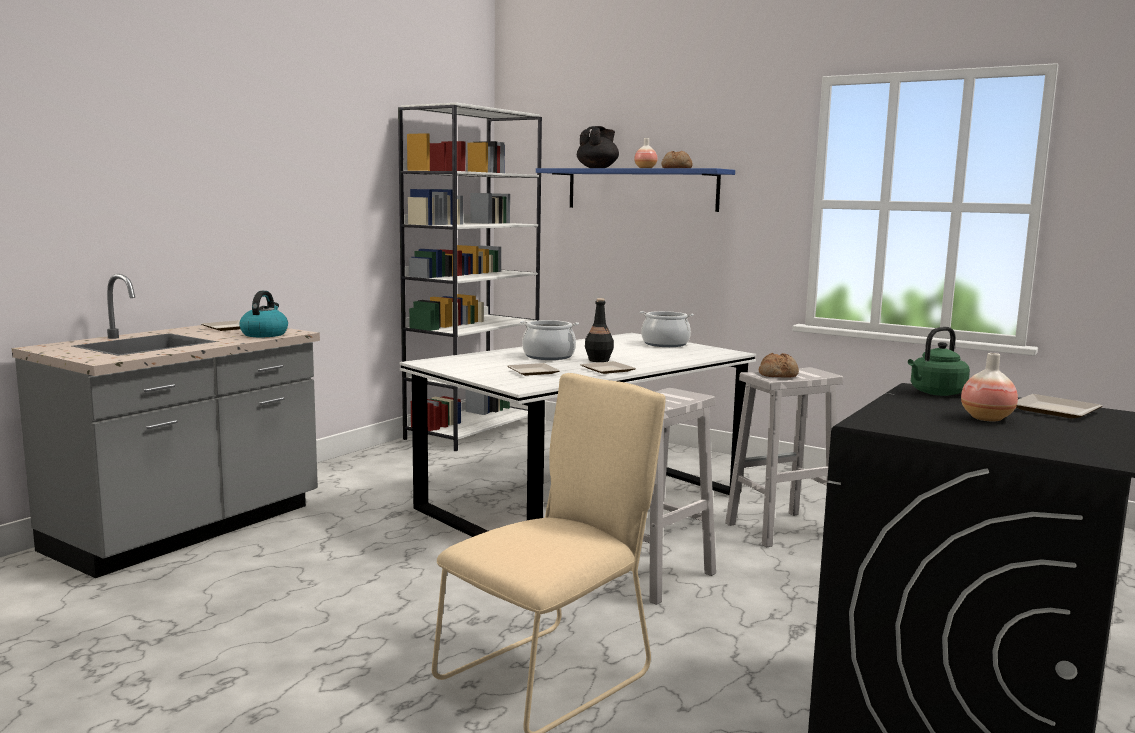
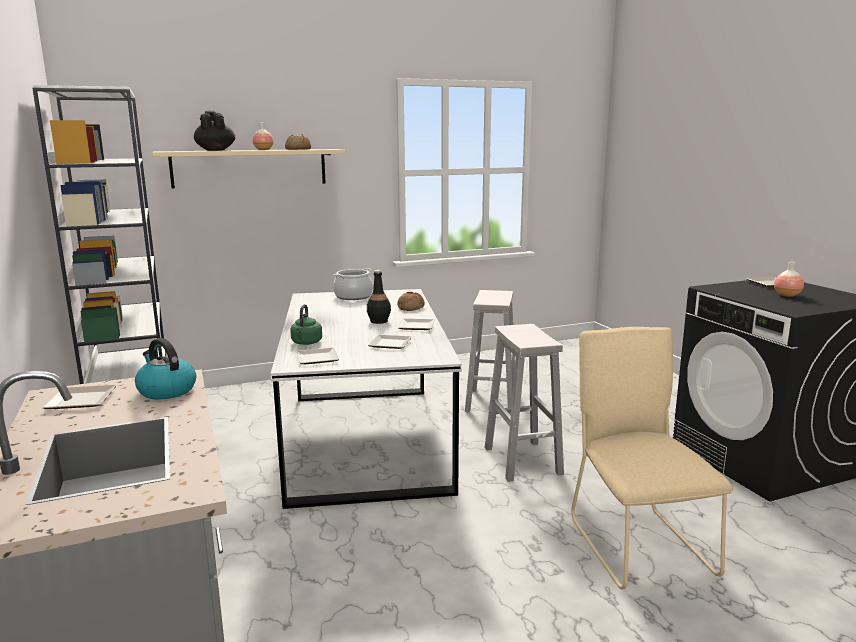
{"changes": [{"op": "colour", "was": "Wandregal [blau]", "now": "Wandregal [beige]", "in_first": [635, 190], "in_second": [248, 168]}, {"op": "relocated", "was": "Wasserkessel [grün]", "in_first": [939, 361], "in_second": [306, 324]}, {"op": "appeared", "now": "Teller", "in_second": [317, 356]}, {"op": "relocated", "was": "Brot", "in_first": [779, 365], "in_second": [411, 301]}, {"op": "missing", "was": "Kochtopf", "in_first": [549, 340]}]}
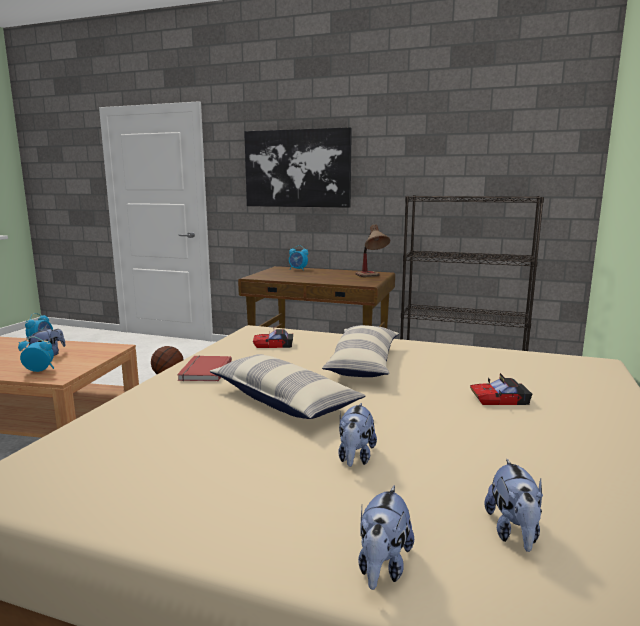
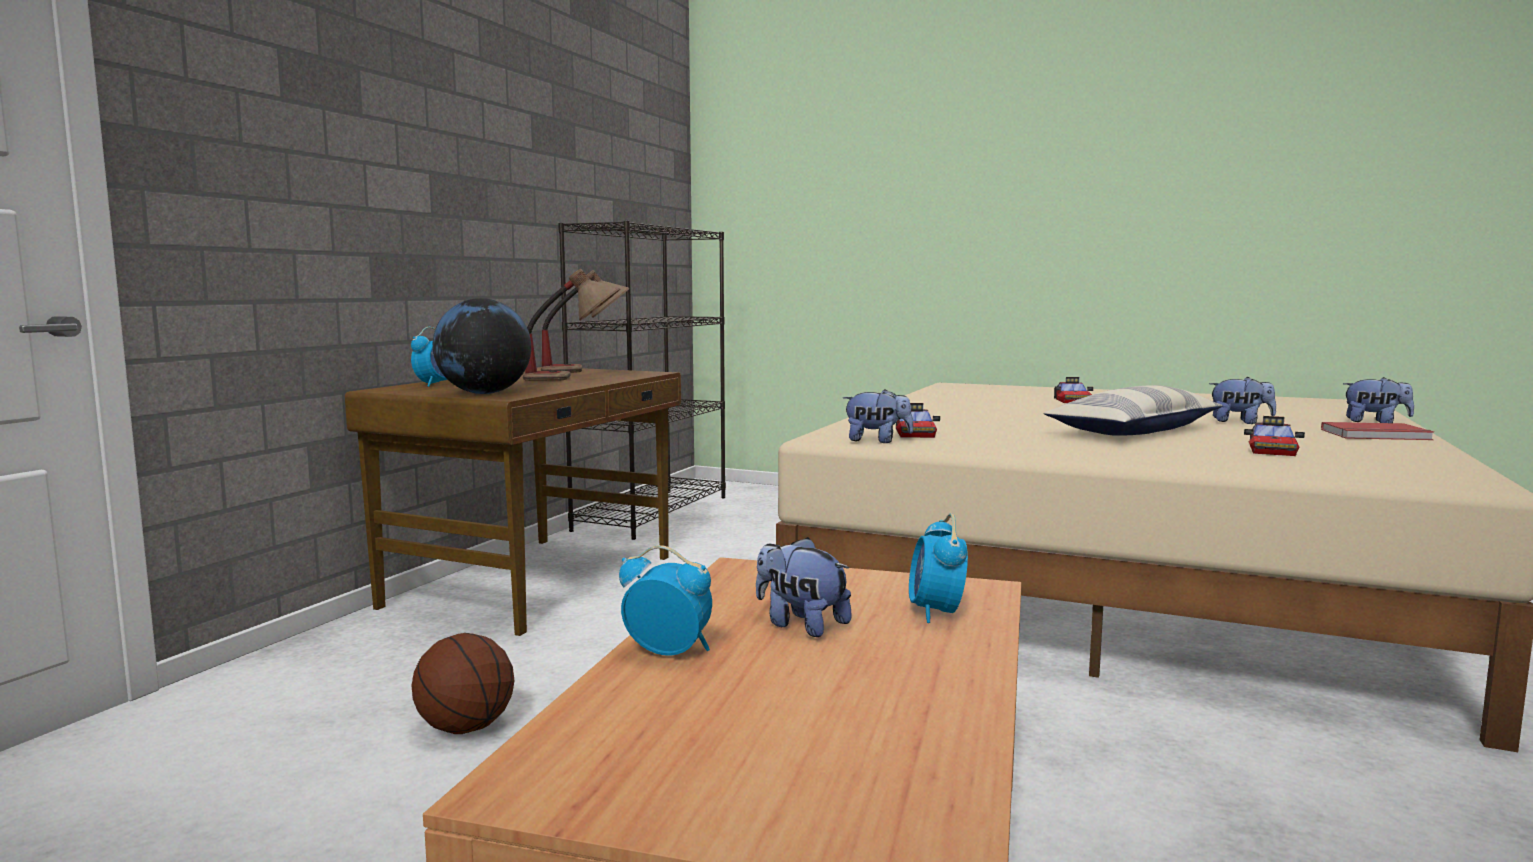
{"changes": [{"op": "appeared", "now": "Globus", "in_second": [482, 346]}, {"op": "appeared", "now": "Tischlampe", "in_second": [571, 325]}, {"op": "relocated", "was": "Plüschtier", "in_first": [513, 505], "in_second": [878, 416]}, {"op": "appeared", "now": "Spielzeugauto", "in_second": [1274, 436]}, {"op": "relocated", "was": "Buch [rot]", "in_first": [204, 368], "in_second": [1377, 431]}, {"op": "missing", "was": "Bild", "in_first": [298, 167]}, {"op": "missing", "was": "Kissen", "in_first": [360, 351]}]}
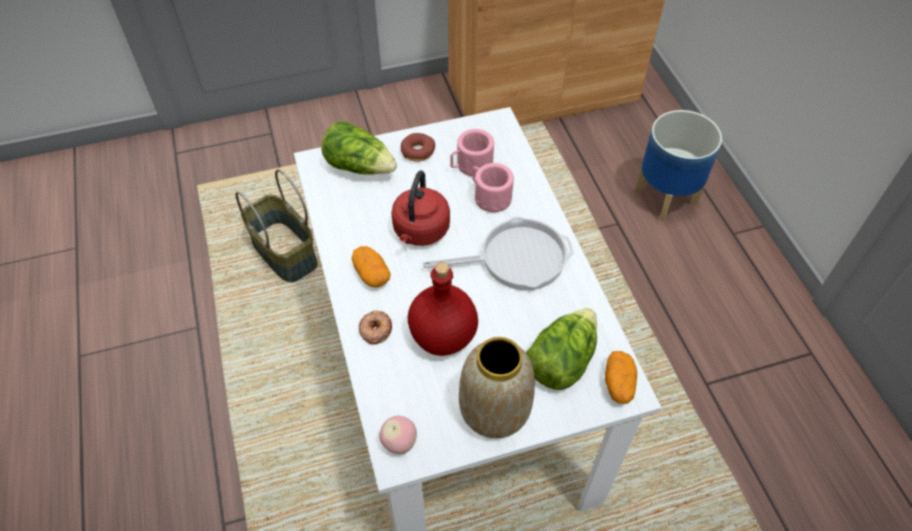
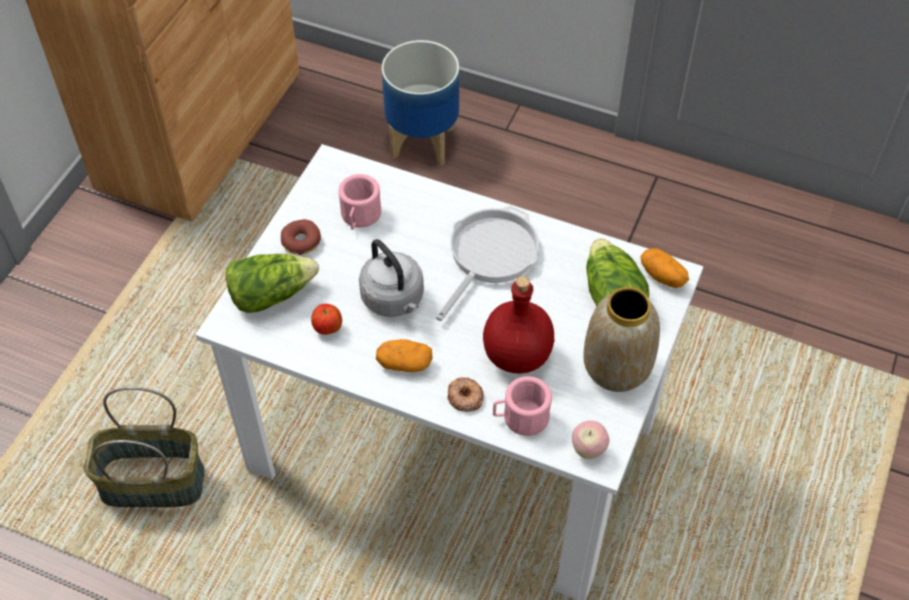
{"changes": [{"op": "appeared", "now": "Apfel", "in_second": [326, 319]}, {"op": "colour", "was": "Wasserkessel [rot]", "now": "Wasserkessel [grau]", "in_first": [420, 208], "in_second": [391, 278]}, {"op": "relocated", "was": "Henkelbecher [rosa]", "in_first": [493, 187], "in_second": [522, 406]}]}
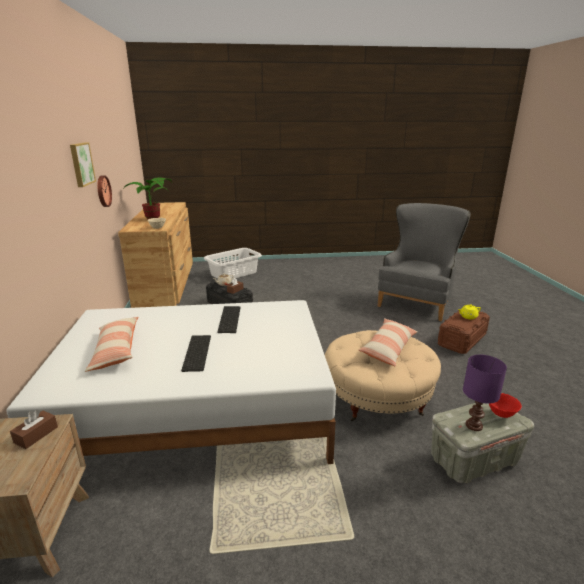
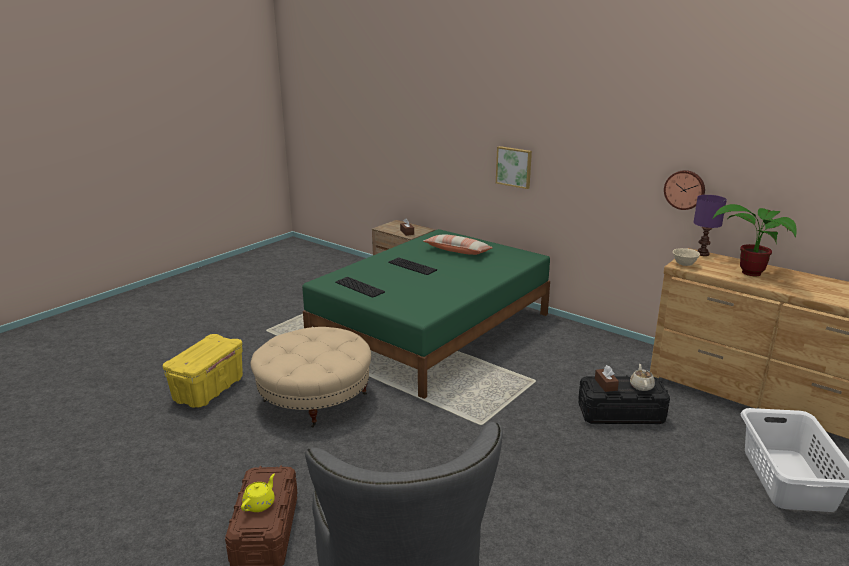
{"changes": [{"op": "colour", "was": "Aufbewahrungsbox [grau]", "now": "Aufbewahrungsbox [gelb]", "in_first": [482, 443], "in_second": [203, 371]}, {"op": "colour", "was": "Bett [weiß]", "now": "Bett [grün]", "in_first": [171, 382], "in_second": [426, 314]}, {"op": "relocated", "was": "Tastatur", "in_first": [229, 319], "in_second": [360, 287]}, {"op": "relocated", "was": "Bild", "in_first": [83, 164], "in_second": [514, 167]}, {"op": "relocated", "was": "Tischlampe [lila]", "in_first": [485, 393], "in_second": [710, 225]}, {"op": "missing", "was": "Kissen", "in_first": [388, 342]}, {"op": "missing", "was": "Schüssel [rot]", "in_first": [505, 405]}]}
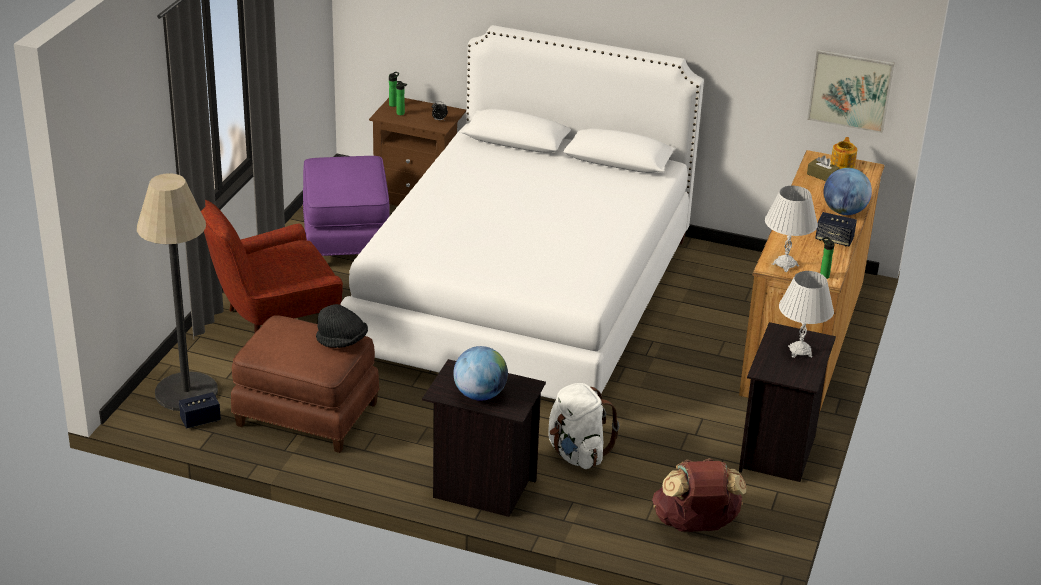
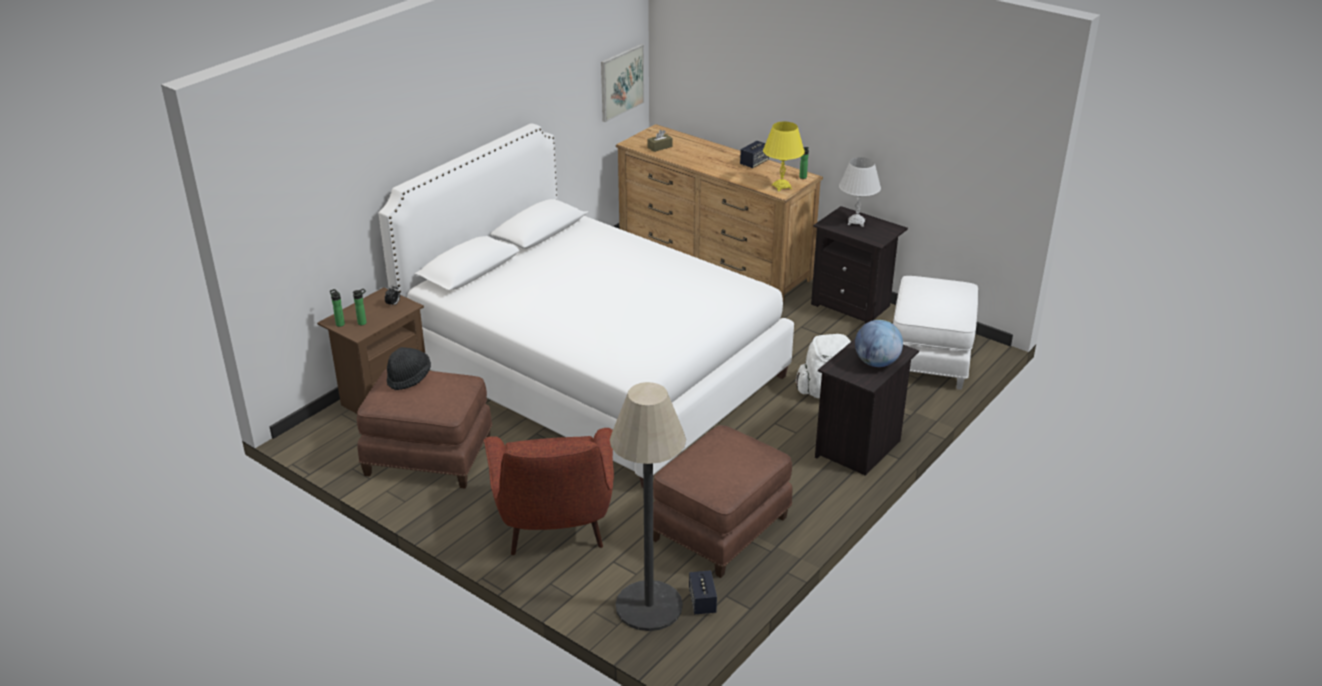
{"changes": [{"op": "colour", "was": "Polsterhocker [lila]", "now": "Polsterhocker [braun]", "in_first": [346, 206], "in_second": [425, 429]}, {"op": "relocated", "was": "Hut [schwarz]", "in_first": [342, 326], "in_second": [409, 368]}, {"op": "colour", "was": "Tischlampe [weiß]", "now": "Tischlampe [gelb]", "in_first": [791, 229], "in_second": [784, 156]}, {"op": "exchanged", "was": "Rucksack [braun]", "now": "Polsterhocker [weiß]", "in_first": [699, 495], "in_second": [935, 333]}, {"op": "missing", "was": "Globus", "in_first": [847, 191]}, {"op": "missing", "was": "Teekanne", "in_first": [843, 153]}]}
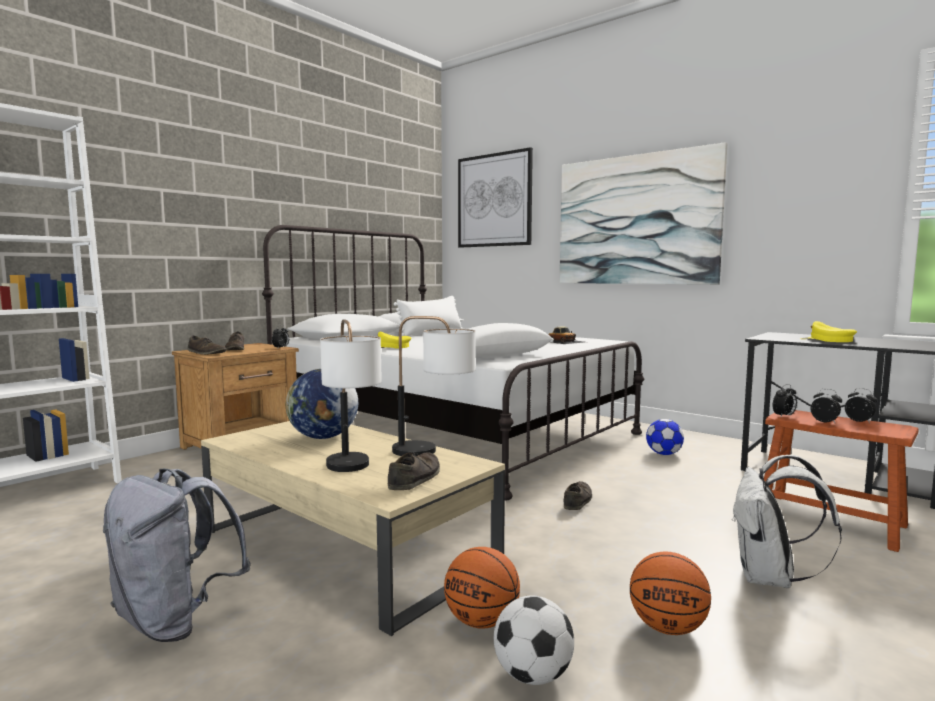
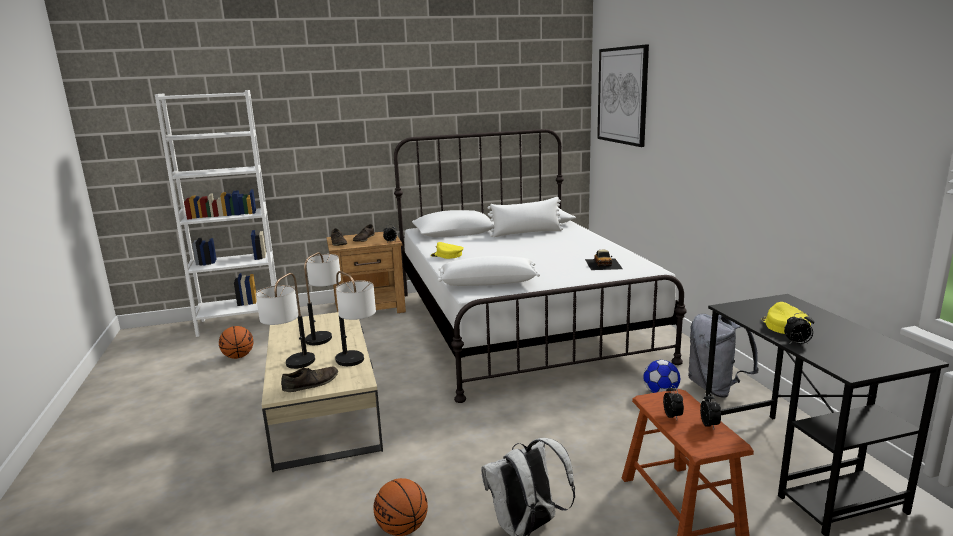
{"changes": [{"op": "relocated", "was": "Basketball", "in_first": [482, 587], "in_second": [236, 342]}, {"op": "exchanged", "was": "Globus", "now": "Tischlampe", "in_first": [322, 404], "in_second": [322, 298]}, {"op": "relocated", "was": "Rucksack [grau]", "in_first": [177, 555], "in_second": [723, 356]}, {"op": "relocated", "was": "Wecker", "in_first": [785, 401], "in_second": [799, 328]}, {"op": "missing", "was": "Fußball", "in_first": [534, 640]}, {"op": "missing", "was": "Bild", "in_first": [643, 213]}, {"op": "missing", "was": "Schuh [braun]", "in_first": [578, 495]}]}
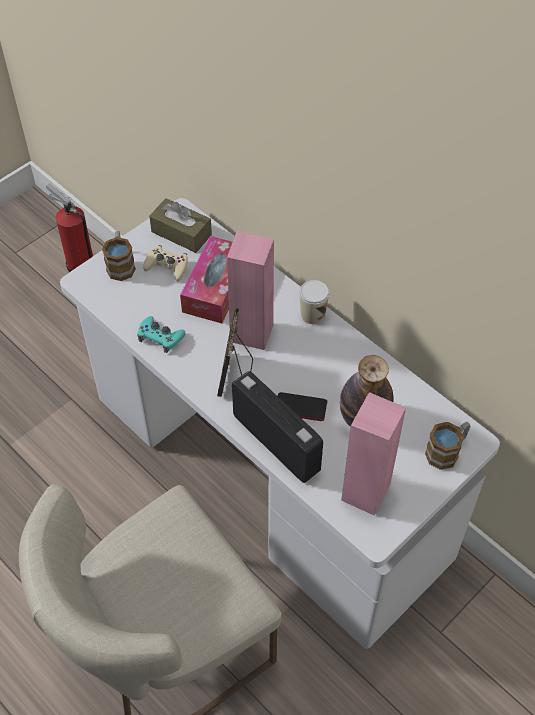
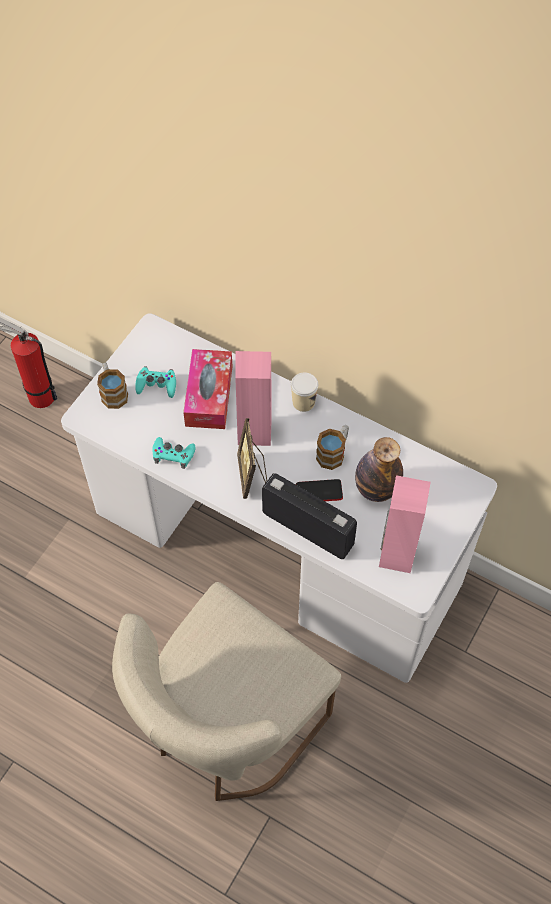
{"changes": [{"op": "colour", "was": "Gamepad [beige]", "now": "Gamepad [türkis]", "in_first": [165, 263], "in_second": [155, 382]}, {"op": "relocated", "was": "Henkelbecher", "in_first": [447, 446], "in_second": [332, 447]}, {"op": "missing", "was": "Taschentuchbox [braun]", "in_first": [180, 225]}]}
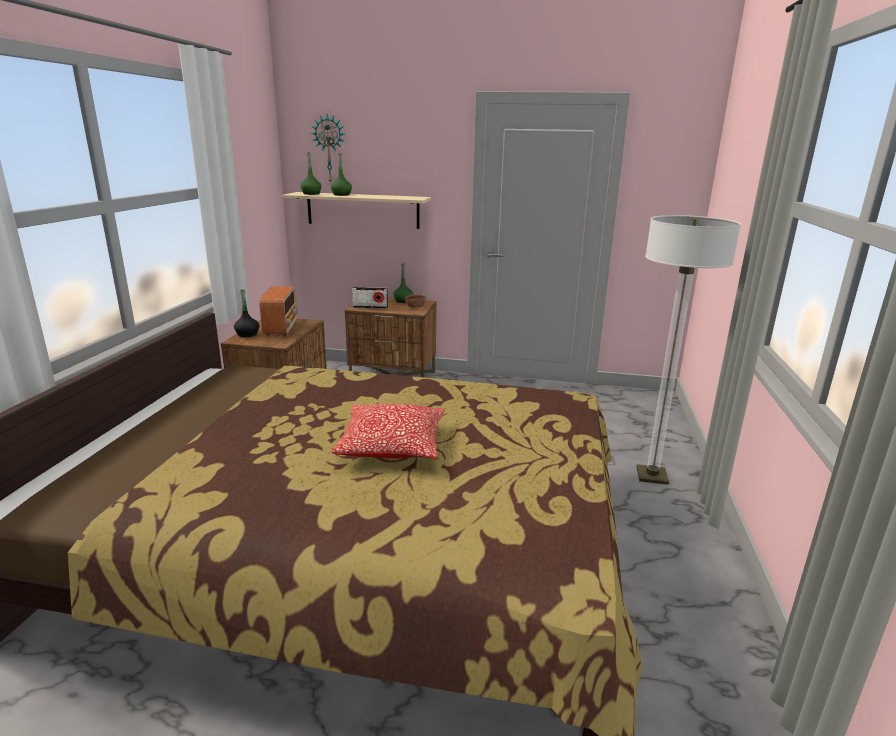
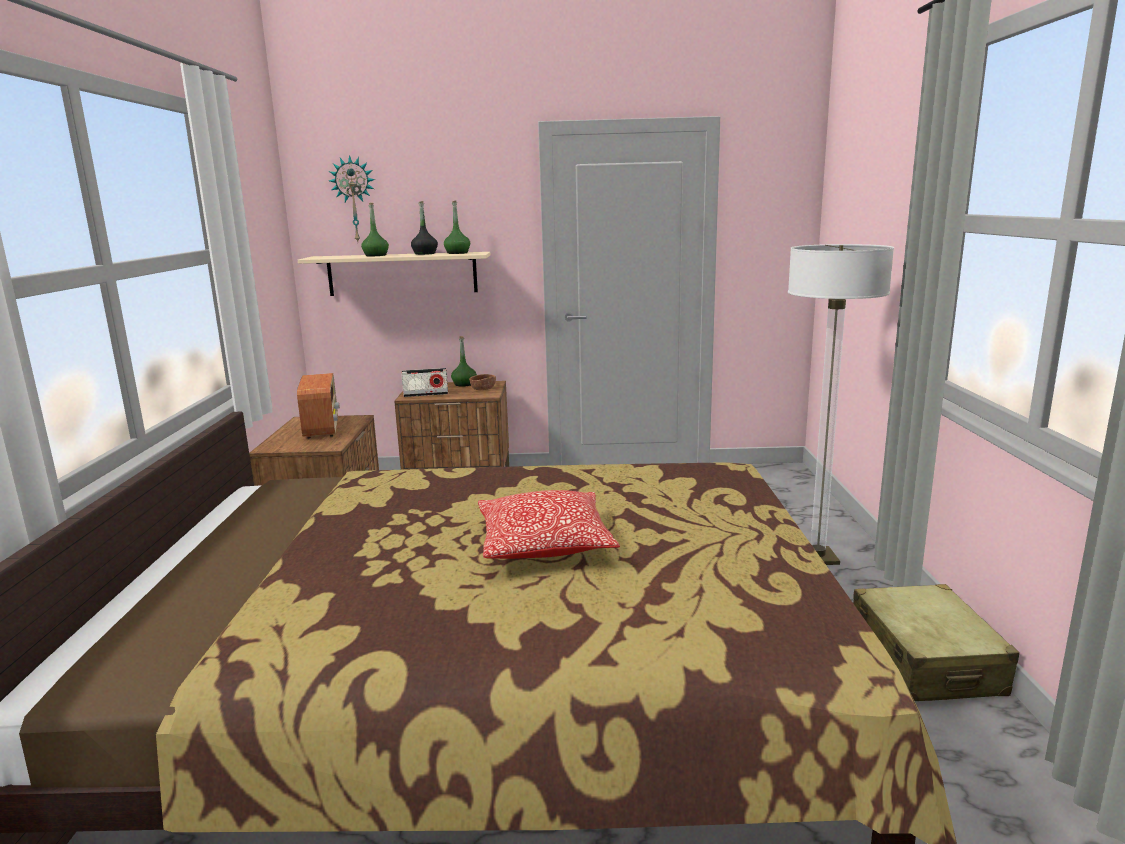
{"changes": [{"op": "relocated", "was": "Flasche [schwarz]", "in_first": [246, 313], "in_second": [424, 228]}, {"op": "relocated", "was": "Flasche [grün]", "in_first": [311, 173], "in_second": [457, 227]}, {"op": "appeared", "now": "Koffer [beige]", "in_second": [936, 642]}]}
